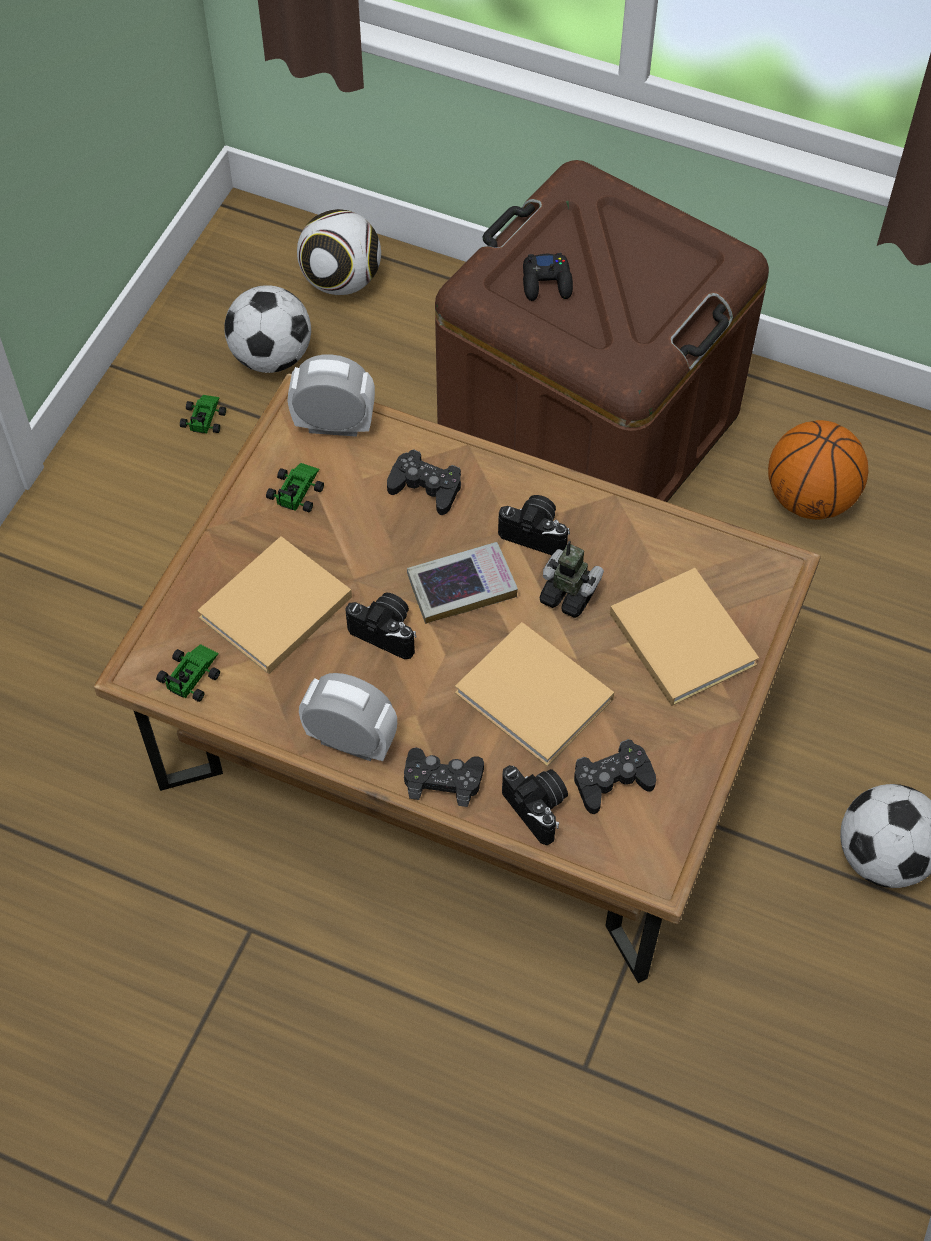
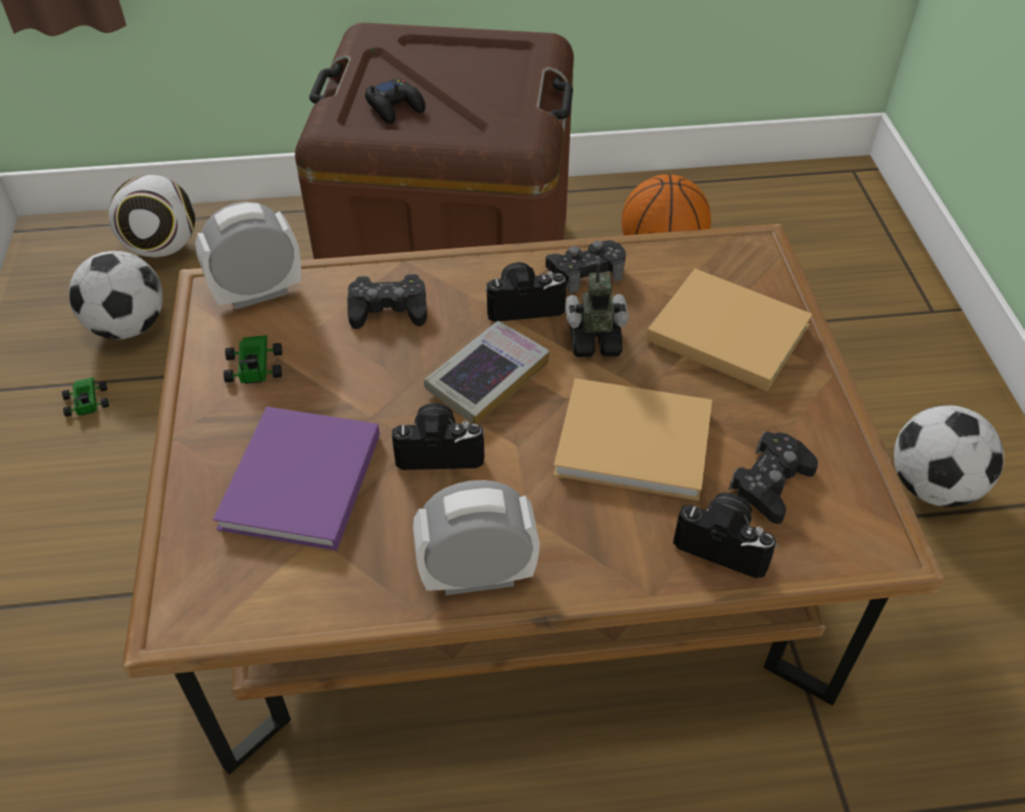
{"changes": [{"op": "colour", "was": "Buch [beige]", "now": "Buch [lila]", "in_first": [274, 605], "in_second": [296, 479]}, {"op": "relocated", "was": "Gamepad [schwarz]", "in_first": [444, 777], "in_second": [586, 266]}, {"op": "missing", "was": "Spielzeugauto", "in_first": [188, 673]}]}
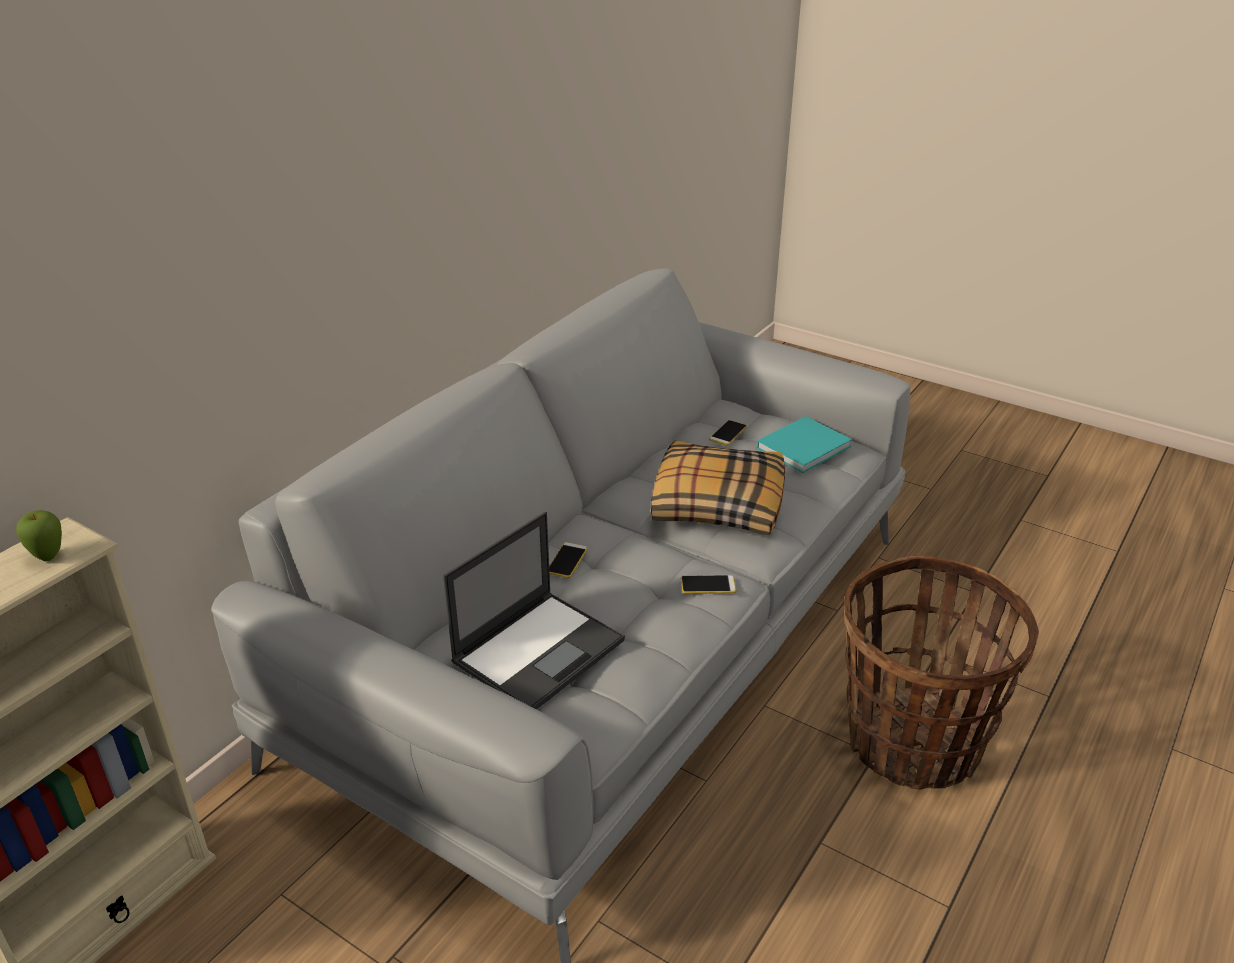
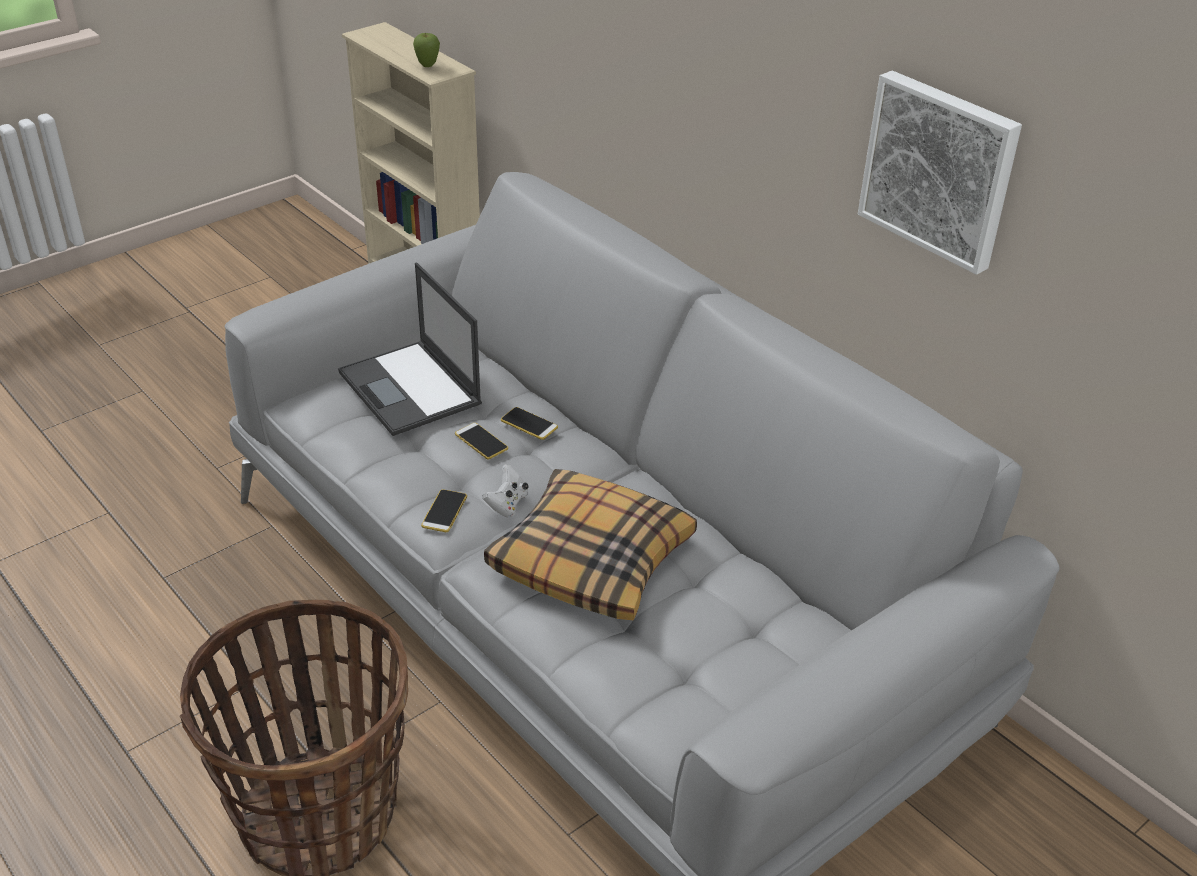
{"changes": [{"op": "relocated", "was": "Handy", "in_first": [728, 433], "in_second": [481, 441]}, {"op": "appeared", "now": "Gamepad [weiß]", "in_second": [505, 490]}, {"op": "appeared", "now": "Bild", "in_second": [940, 173]}, {"op": "missing", "was": "Buch [türkis]", "in_first": [804, 444]}]}
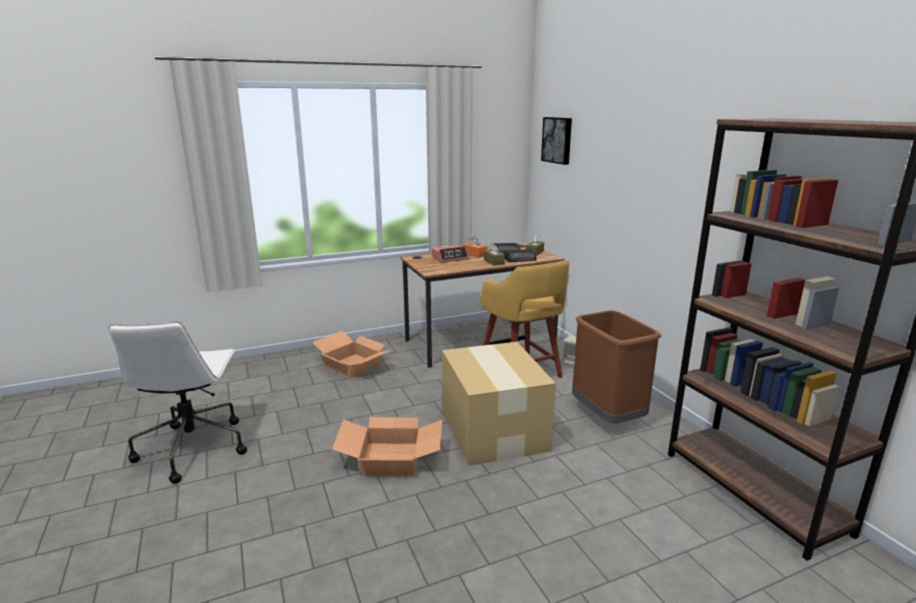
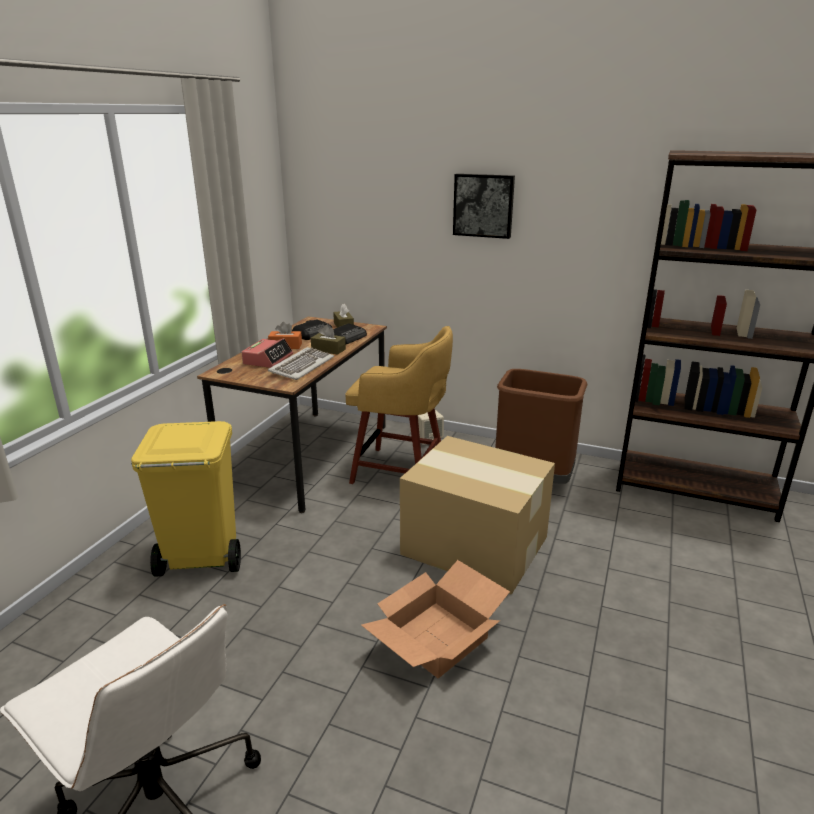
{"changes": [{"op": "exchanged", "was": "Karton", "now": "Mülleimer [gelb]", "in_first": [351, 354], "in_second": [186, 499]}, {"op": "appeared", "now": "Tastatur", "in_second": [301, 363]}, {"op": "relocated", "was": "Bild", "in_first": [556, 141], "in_second": [484, 206]}]}
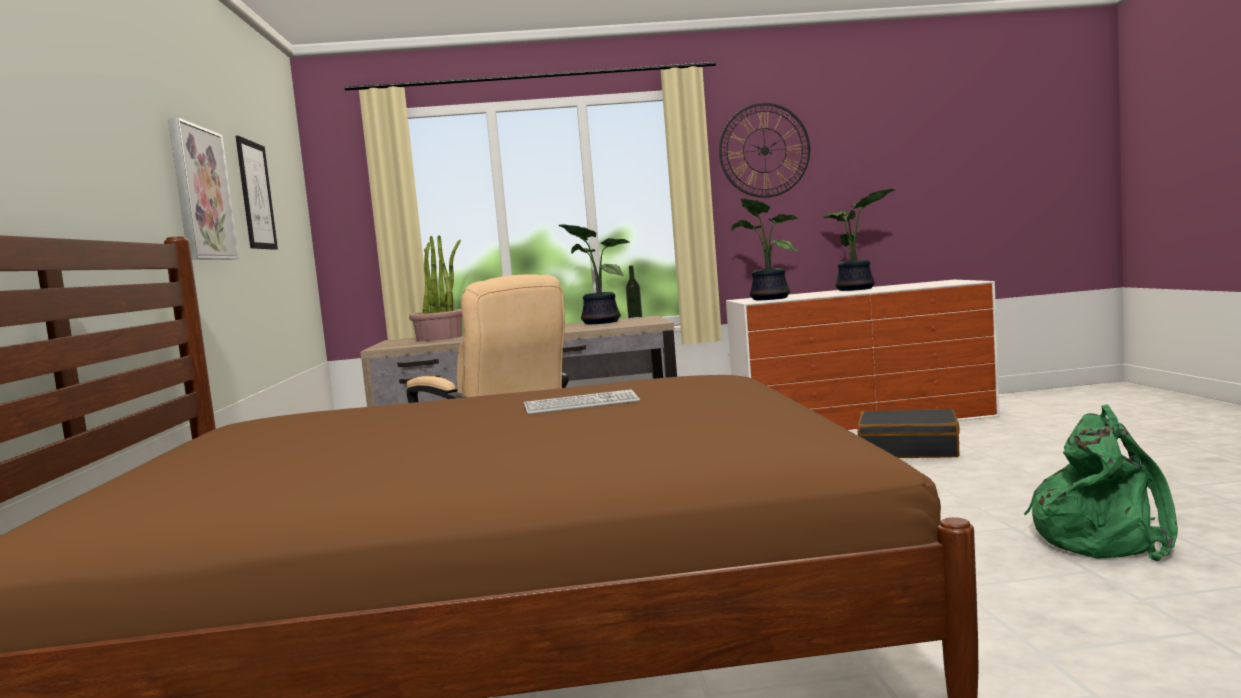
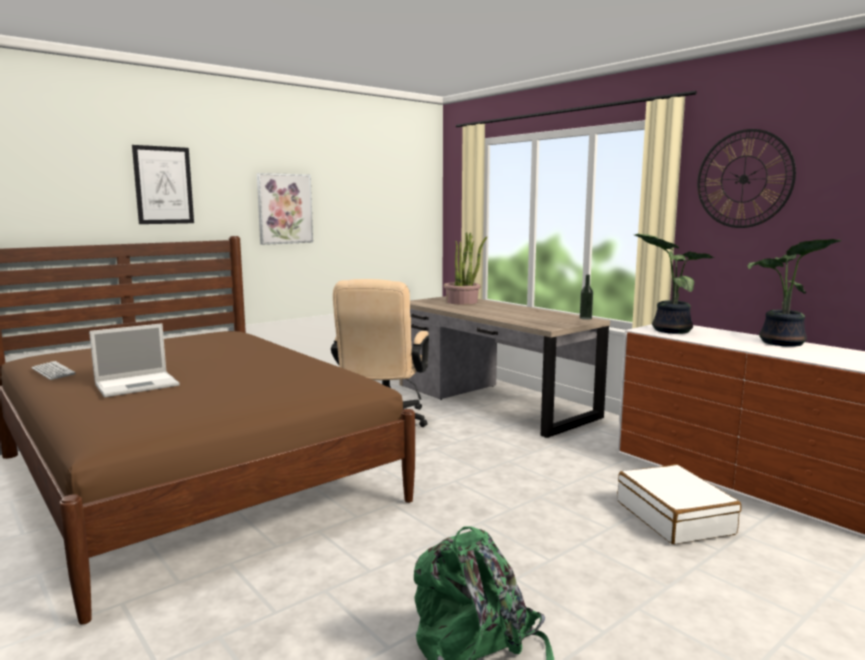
{"changes": [{"op": "relocated", "was": "Tastatur", "in_first": [582, 401], "in_second": [53, 370]}, {"op": "appeared", "now": "Laptop", "in_second": [134, 360]}, {"op": "relocated", "was": "Bild", "in_first": [257, 193], "in_second": [163, 184]}, {"op": "colour", "was": "Koffer [schwarz]", "now": "Koffer [weiß]", "in_first": [908, 433], "in_second": [679, 504]}, {"op": "missing", "was": "Topfpflanze", "in_first": [594, 274]}]}
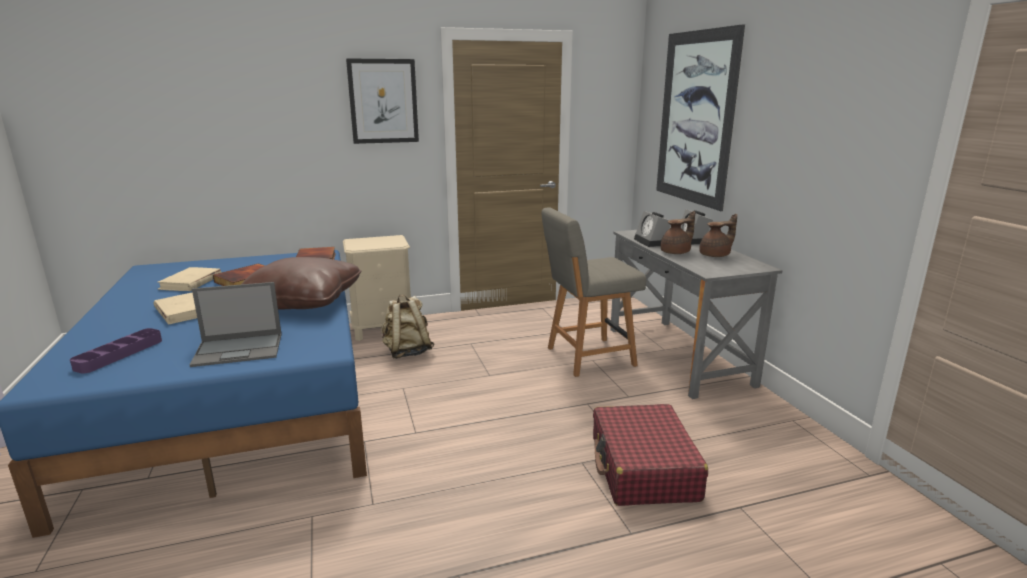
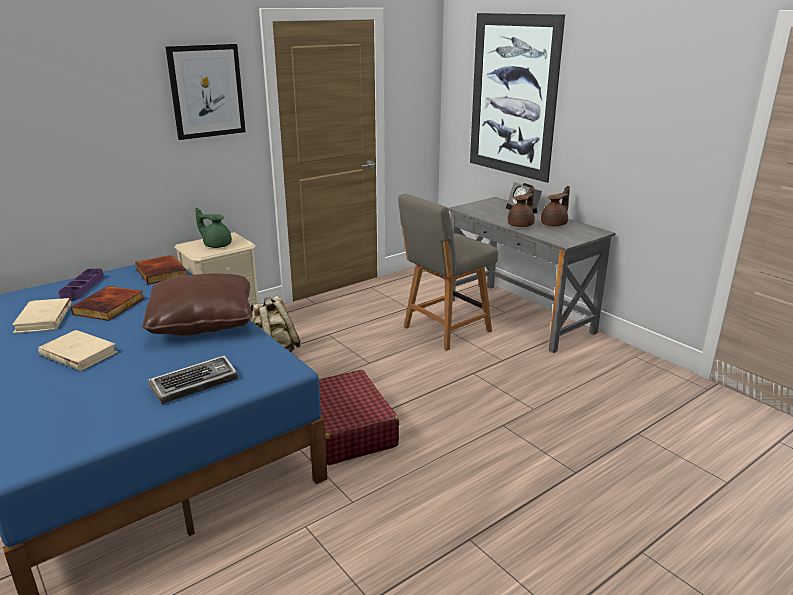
{"changes": [{"op": "relocated", "was": "Tablett [lila]", "in_first": [116, 351], "in_second": [81, 284]}, {"op": "exchanged", "was": "Laptop", "now": "Tastatur", "in_first": [236, 324], "in_second": [193, 379]}, {"op": "appeared", "now": "Teekanne [grün]", "in_second": [213, 228]}, {"op": "relocated", "was": "Koffer [rot]", "in_first": [650, 455], "in_second": [359, 417]}, {"op": "missing", "was": "Wecker", "in_first": [652, 229]}]}
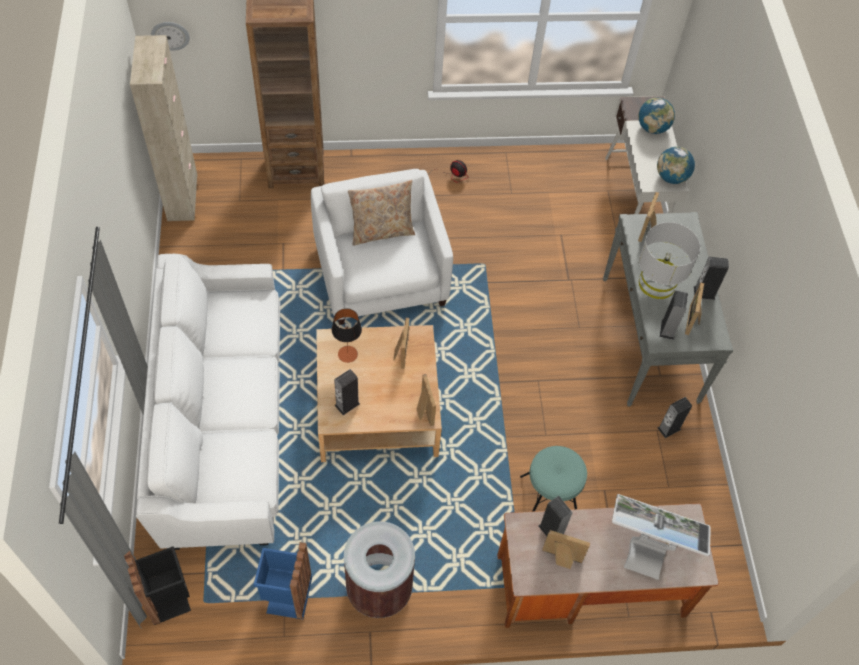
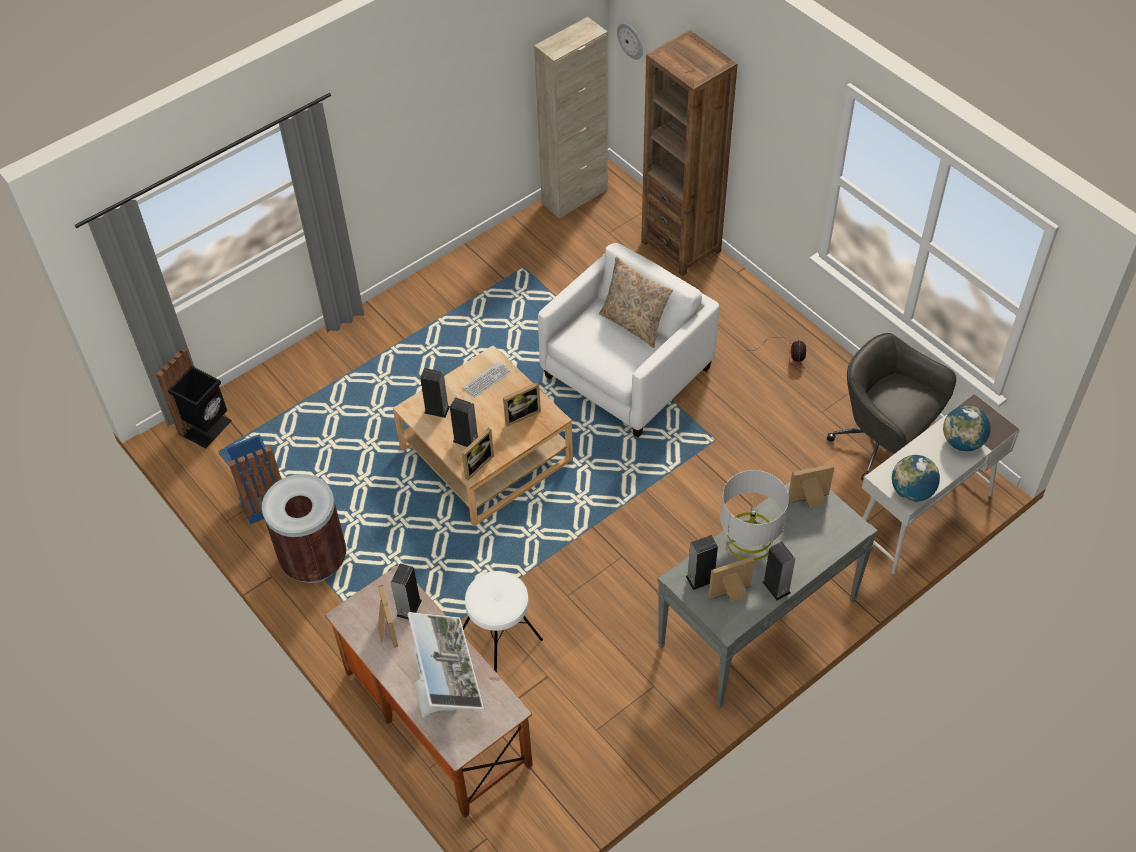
{"changes": [{"op": "relocated", "was": "Lautsprecher", "in_first": [675, 417], "in_second": [464, 422]}, {"op": "exchanged", "was": "Tischlampe", "now": "Tastatur", "in_first": [347, 335], "in_second": [487, 379]}, {"op": "colour", "was": "Hocker [türkis]", "now": "Hocker [weiß]", "in_first": [553, 479], "in_second": [503, 621]}, {"op": "appeared", "now": "Bürostuhl [grau]", "in_second": [891, 406]}, {"op": "missing", "was": "Sofa [weiß]", "in_first": [208, 402]}]}
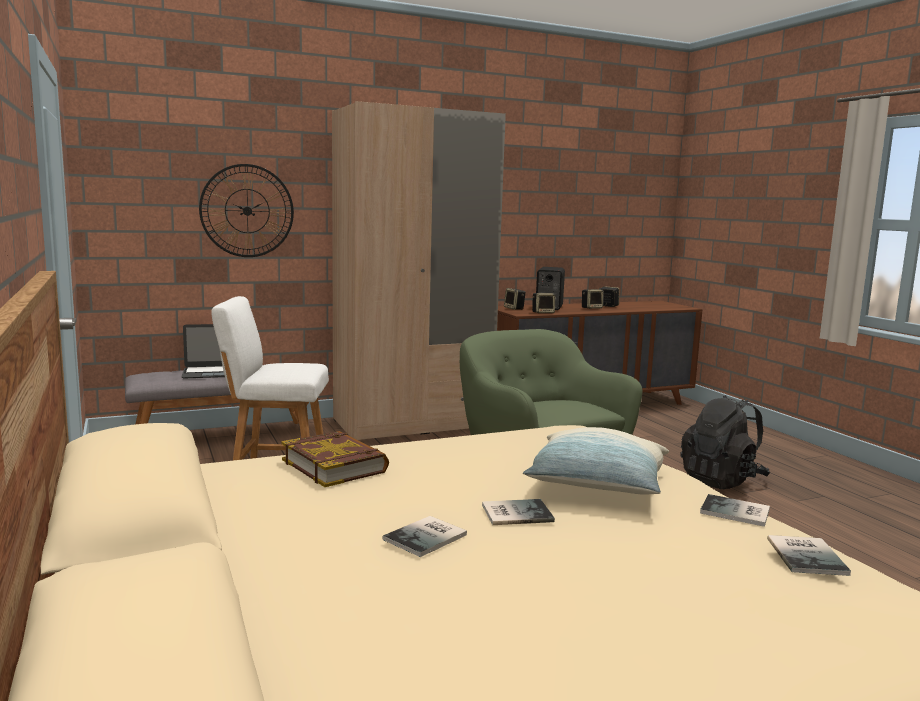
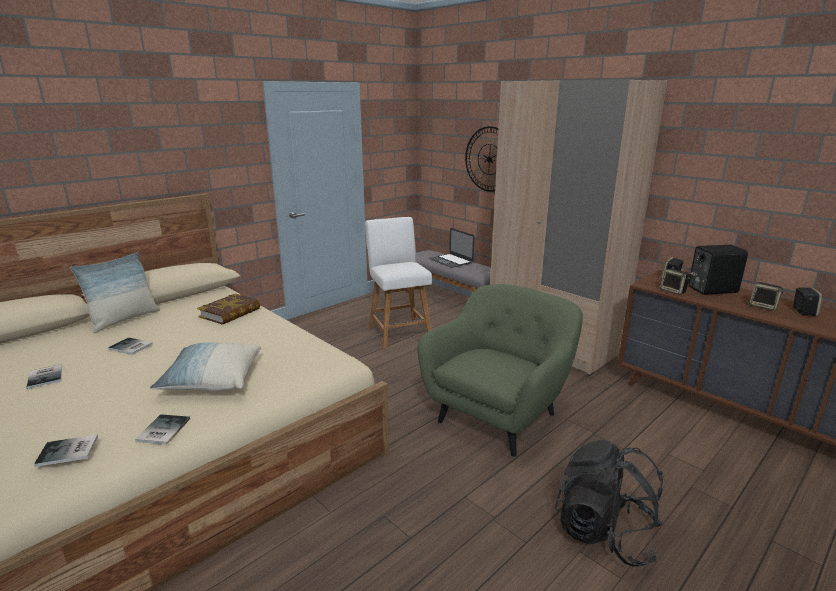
{"changes": [{"op": "relocated", "was": "Buch", "in_first": [518, 512], "in_second": [44, 376]}, {"op": "appeared", "now": "Kissen", "in_second": [115, 292]}]}
